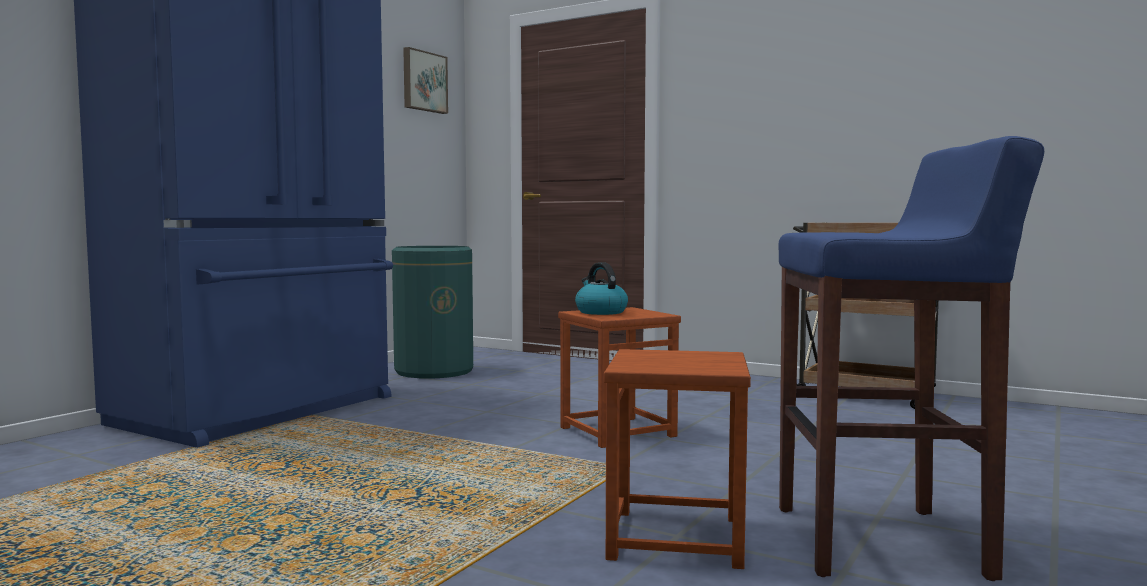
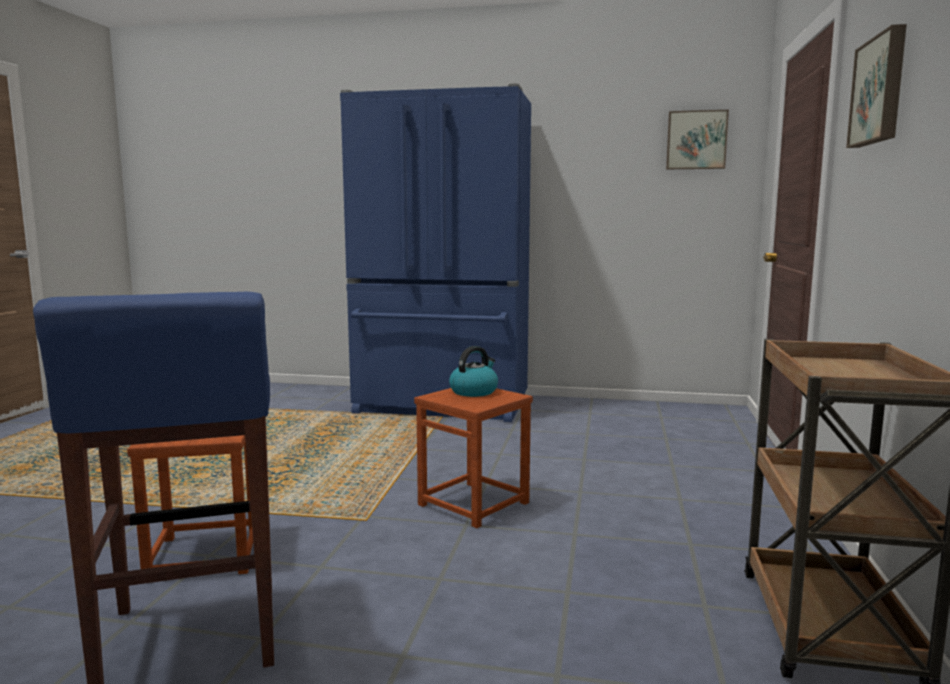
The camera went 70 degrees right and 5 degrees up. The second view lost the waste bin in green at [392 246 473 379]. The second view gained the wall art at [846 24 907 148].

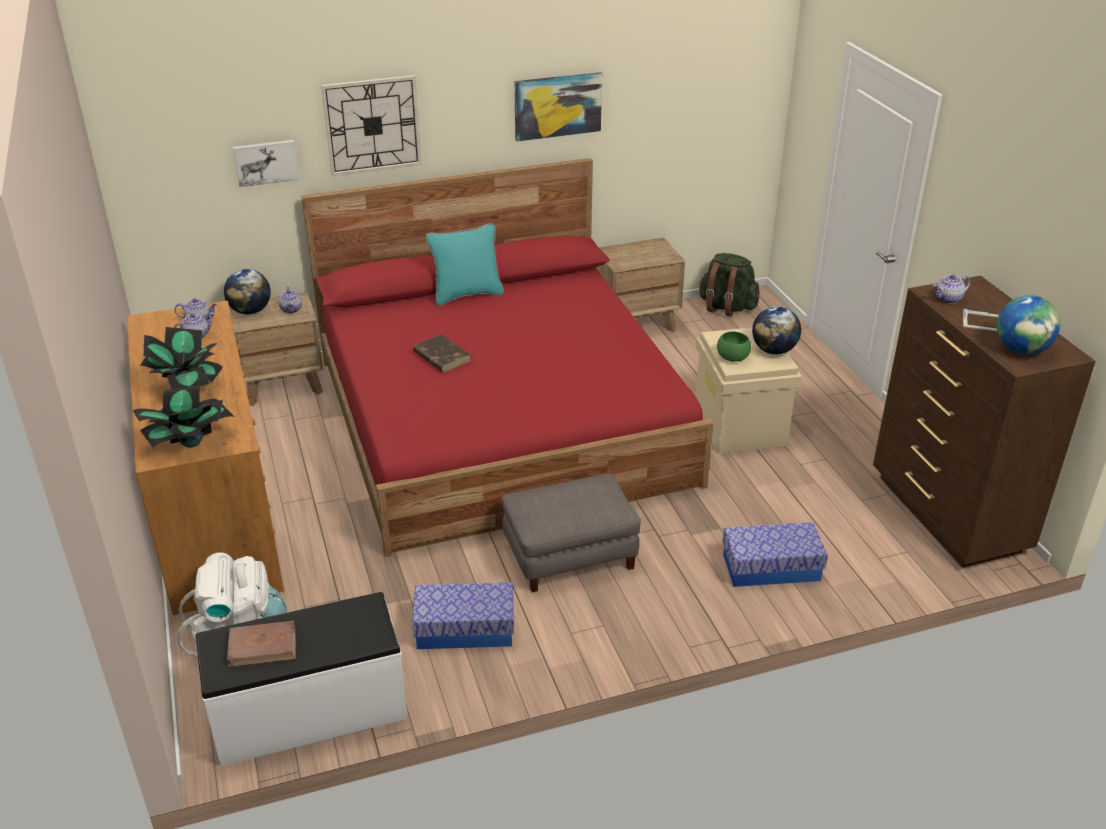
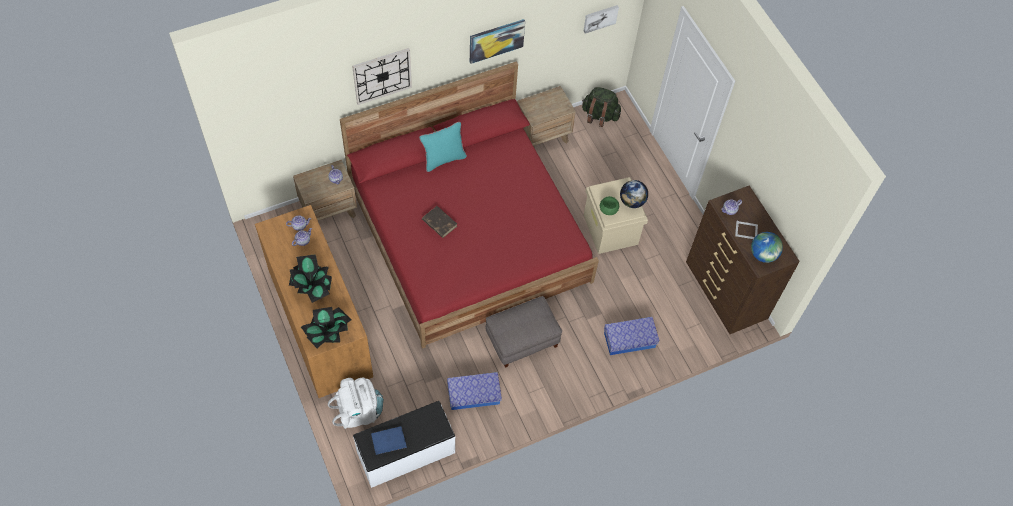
The camera went 10 degrees left and 25 degrees up. The second view lost the desk globe at [224 269 271 314]. The wall art ended up elsewhere, having gone from [233 140 299 187] to [583 5 619 34]. What was the bound book in brown-coloured at [227 621 296 667] turned into the bound book in bluish at [371 426 407 455].

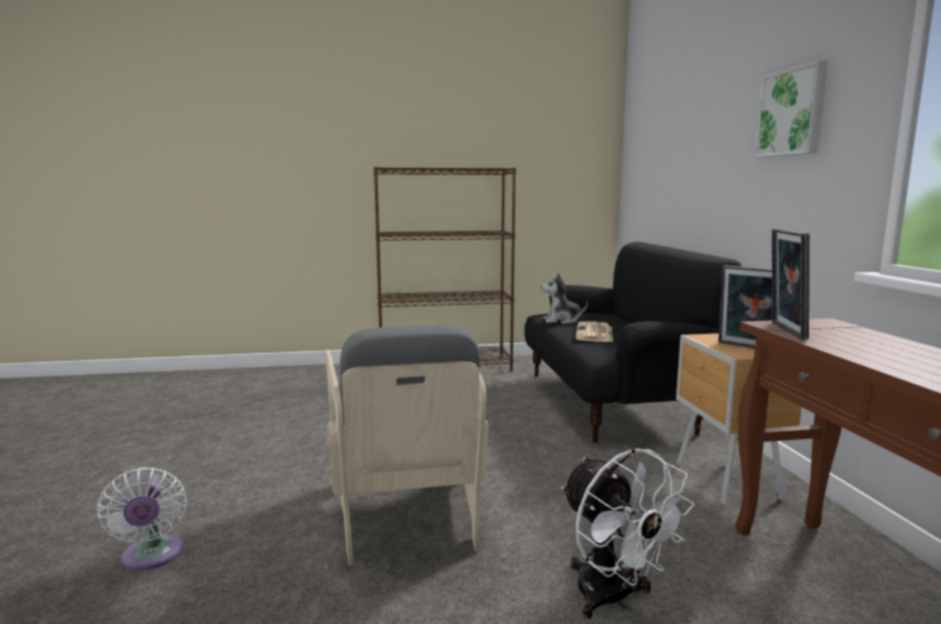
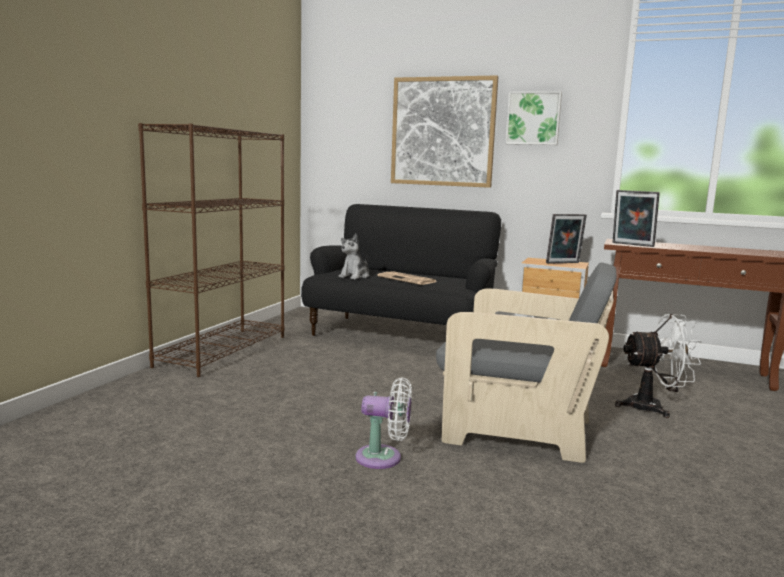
The camera went 60 degrees left and 0 degrees up. The second view gained the wall art at [391 75 499 188]. The fan in white-coloured ended up elsewhere, having gone from [96 467 187 571] to [356 377 412 469].

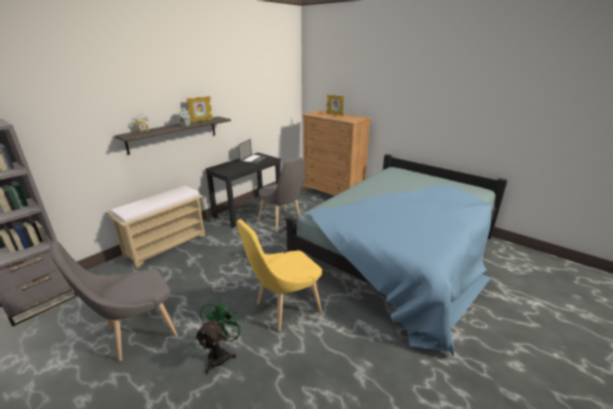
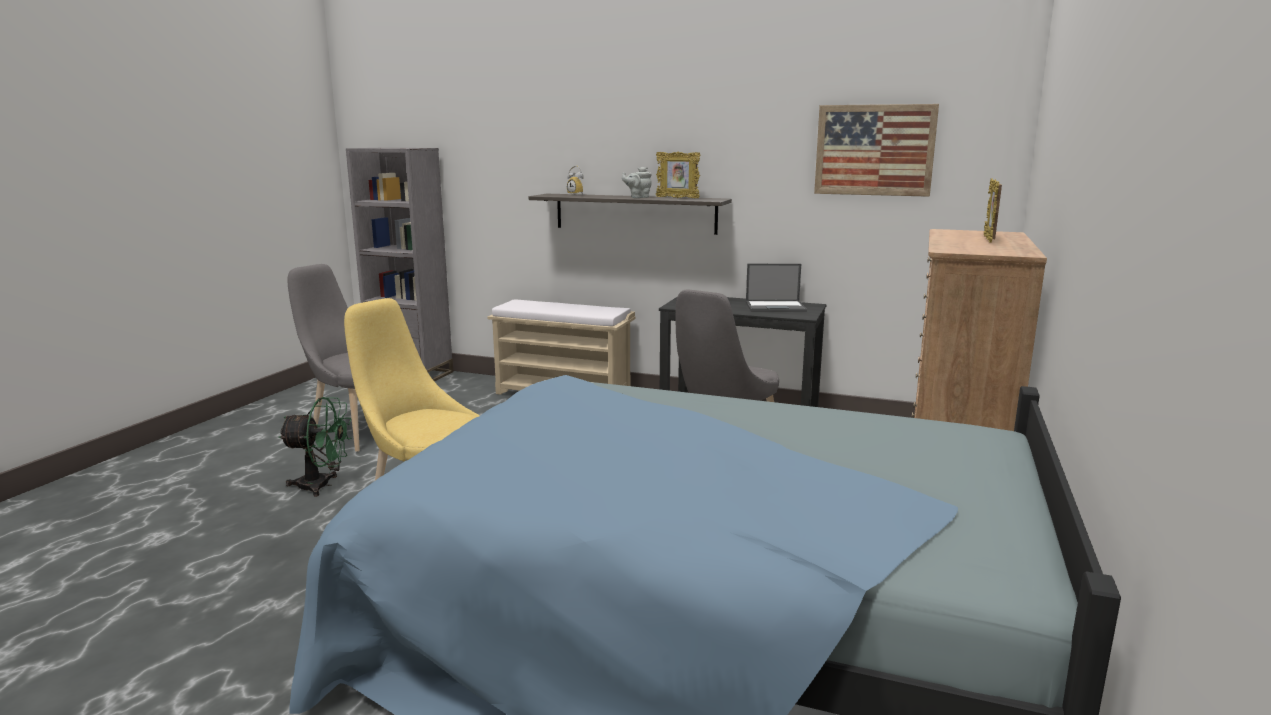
The camera went 70 degrees right and 10 degrees down. The second view gained the wall art at [814 104 939 197].

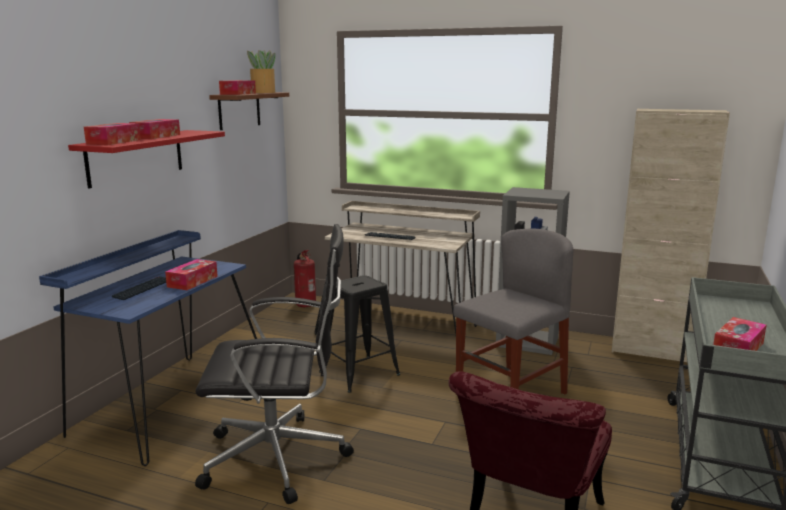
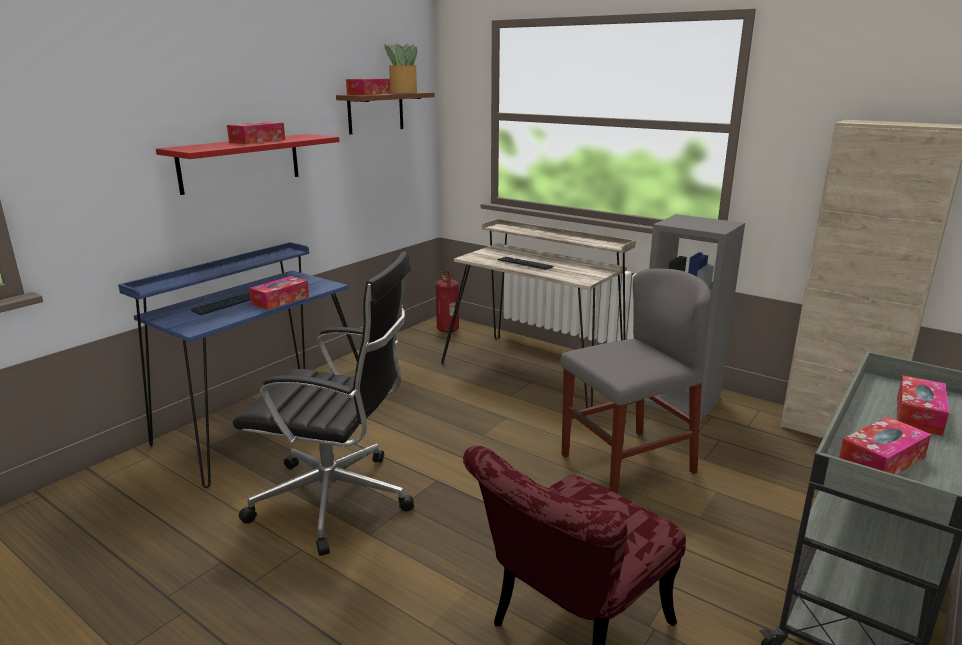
The camera went 15 degrees right and 5 degrees up. The second view lost the stool in black-coloured at [319 275 400 393]. The box of tissues ended up elsewhere, having gone from [84 123 141 145] to [897 375 949 436].

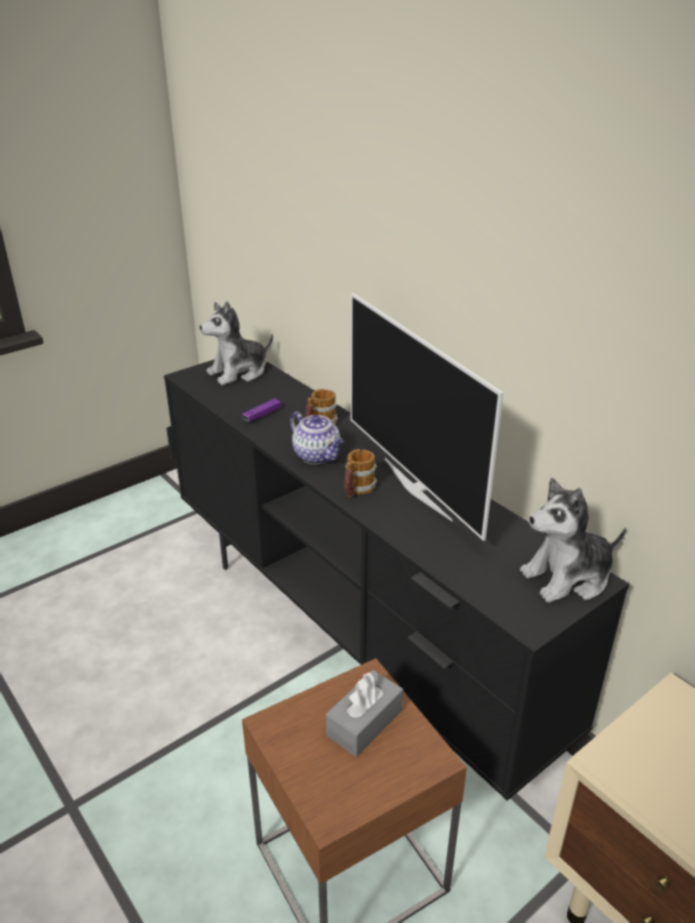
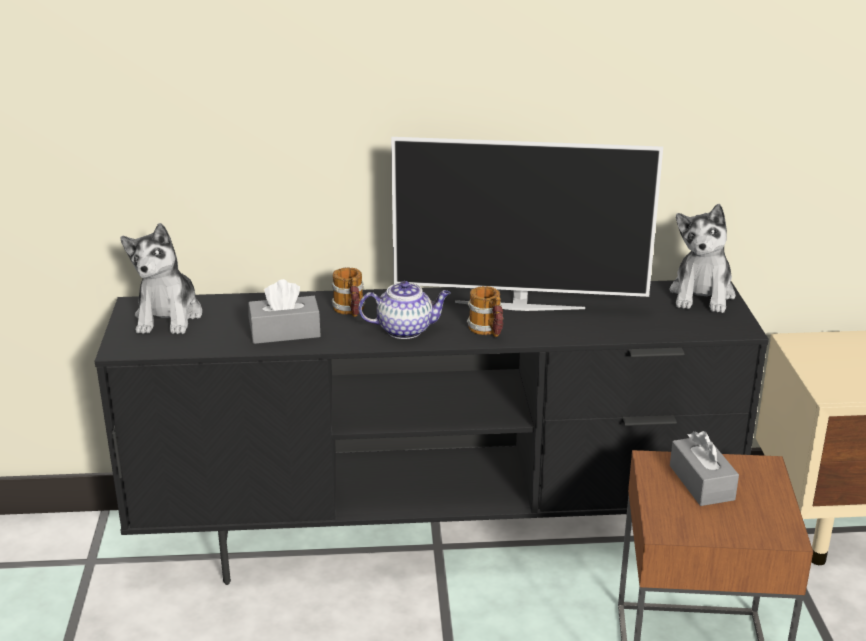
The camera went 55 degrees left and 5 degrees down. Where the joypad in purple-coloured stood at [242 398 281 422], the box of tissues in gray came to stand at [248 279 321 344].

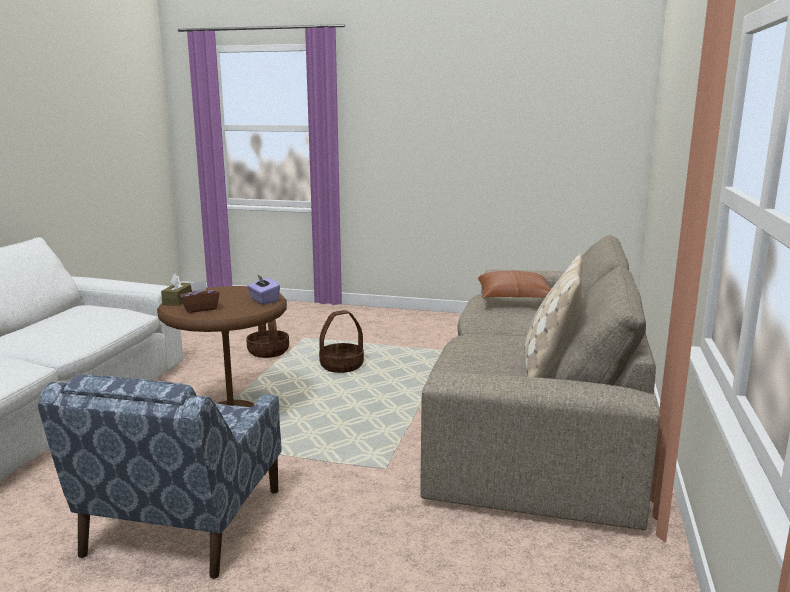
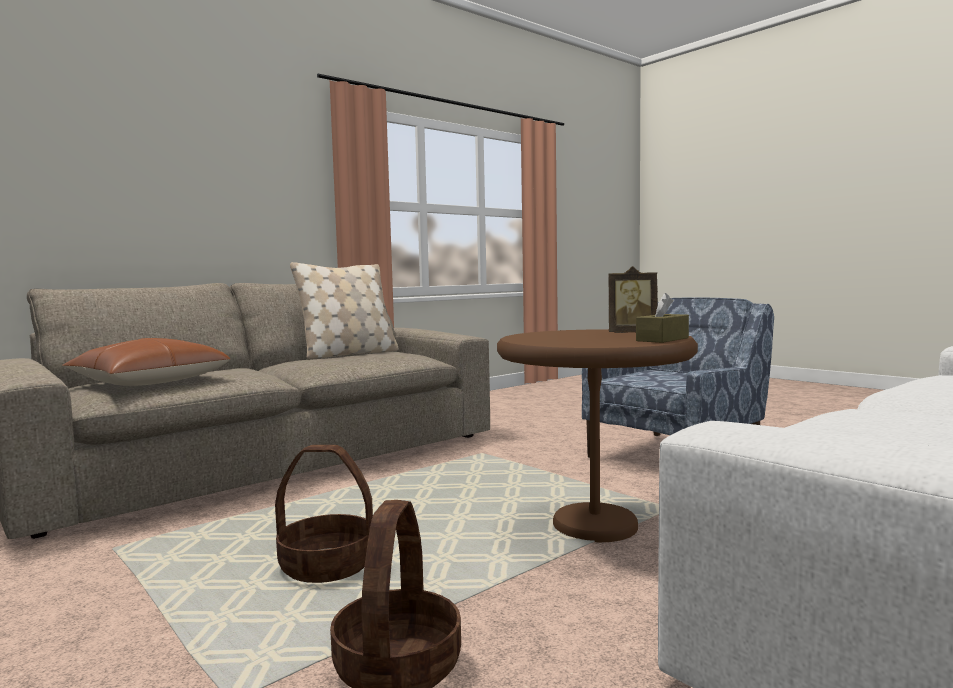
The camera went 145 degrees left and 10 degrees down. The second view lost the box of tissues in purple-coloured at [247 274 280 304]. Where the box of tissues in brown-coloured stood at [180 281 220 313], the photo frame came to stand at [608 266 658 333].

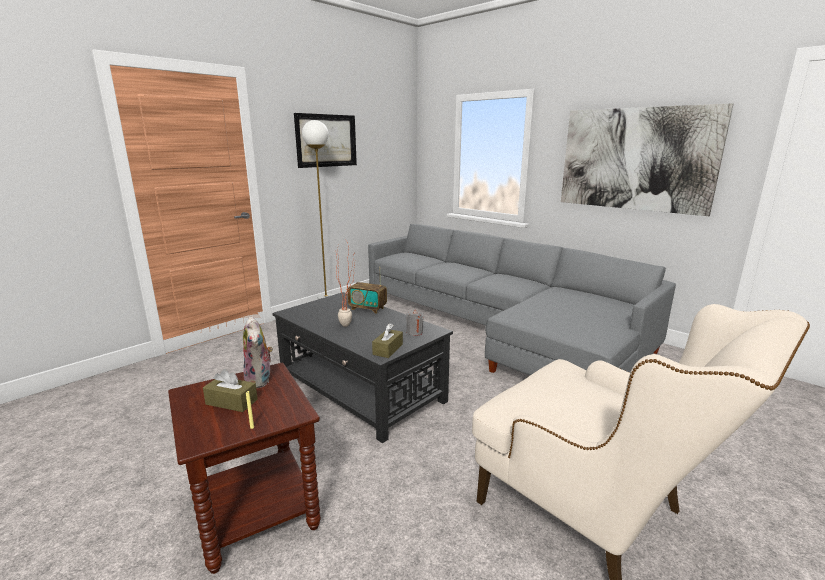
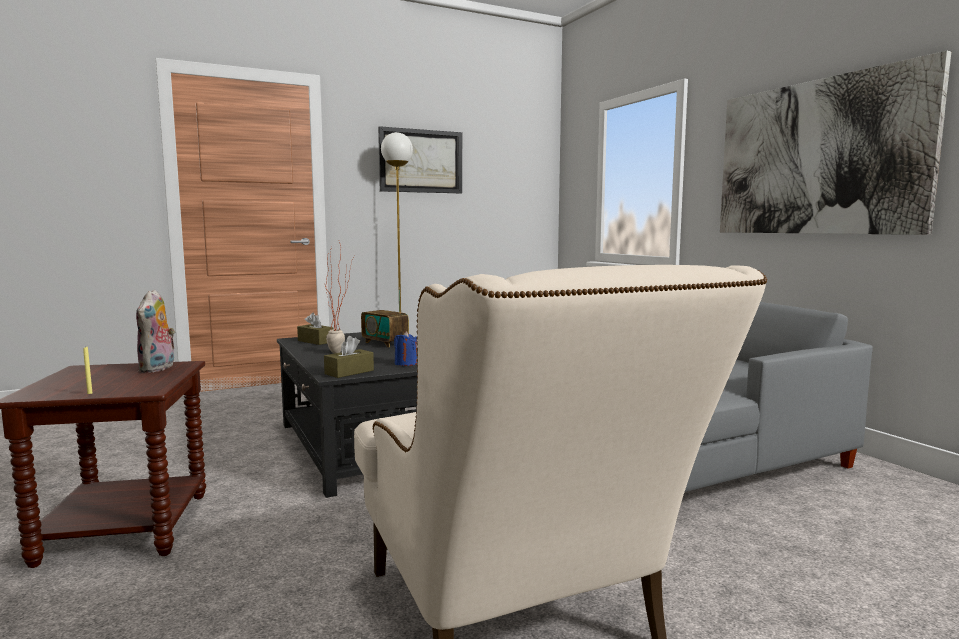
The camera went 20 degrees right and 10 degrees down. The box of tissues in brown-coloured ended up elsewhere, having gone from [203 369 258 412] to [297 312 334 345]. What was the wax light in gray at [406 310 424 336] turned into the wax light in bluish at [394 331 417 366].

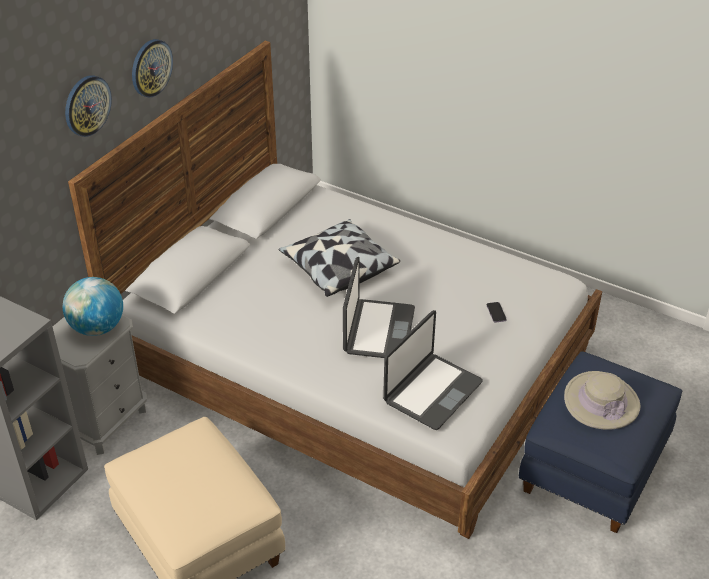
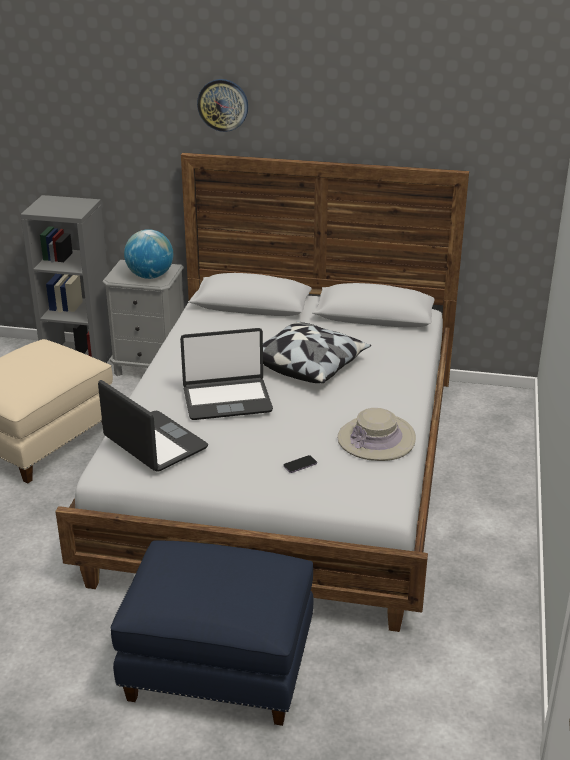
The camera went 70 degrees right and 10 degrees down. The second view lost the wall clock at [132 39 173 98]. The wearable hat in beige ended up elsewhere, having gone from [564 371 641 430] to [337 408 416 461]. The notebook computer at [383 310 483 430] ended up facing another way, 150 degrees counterclockwise from before.

